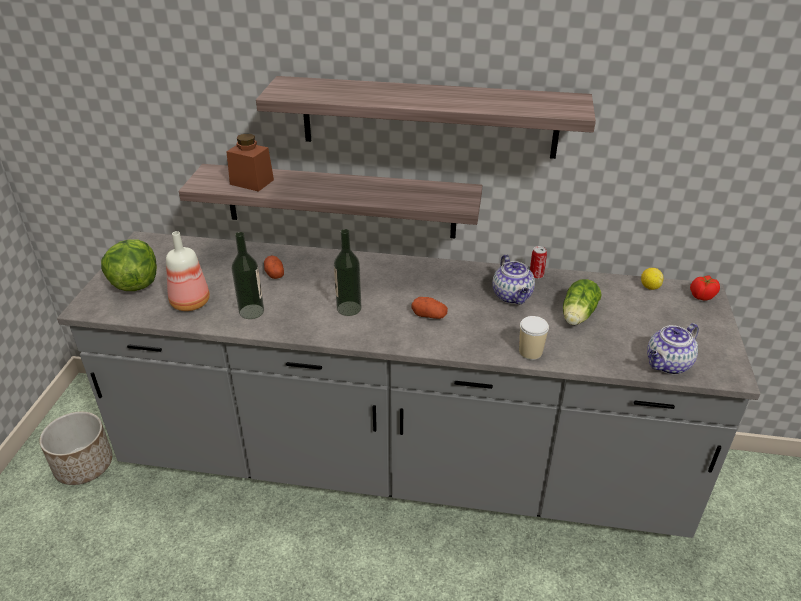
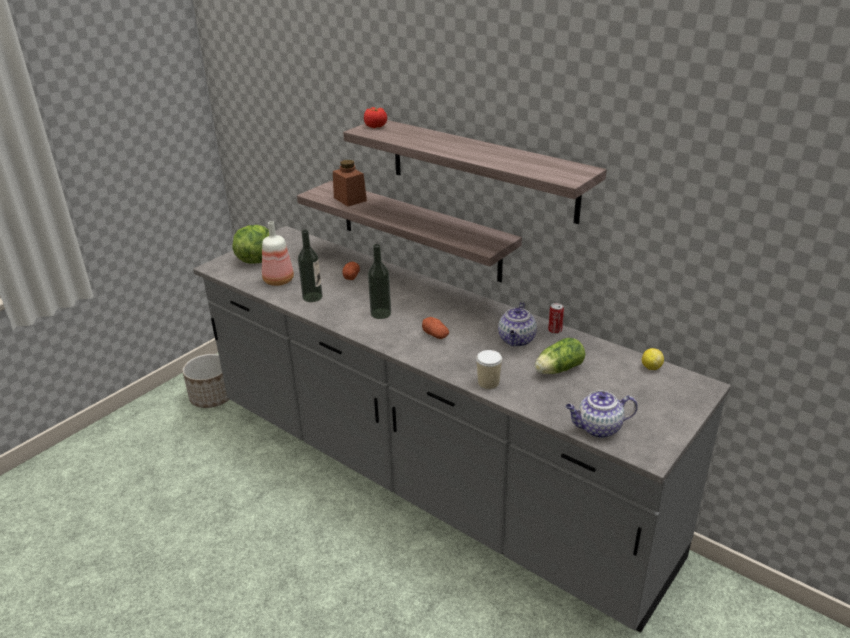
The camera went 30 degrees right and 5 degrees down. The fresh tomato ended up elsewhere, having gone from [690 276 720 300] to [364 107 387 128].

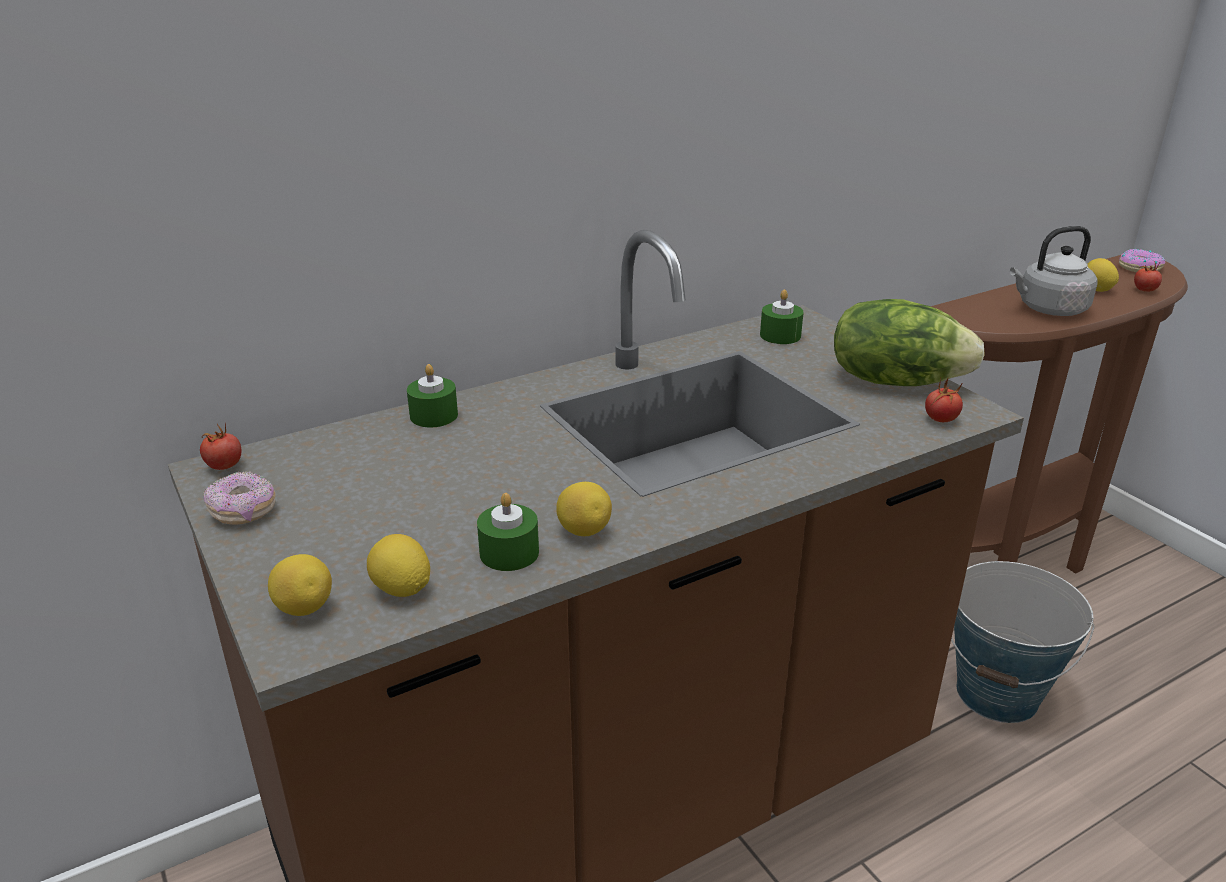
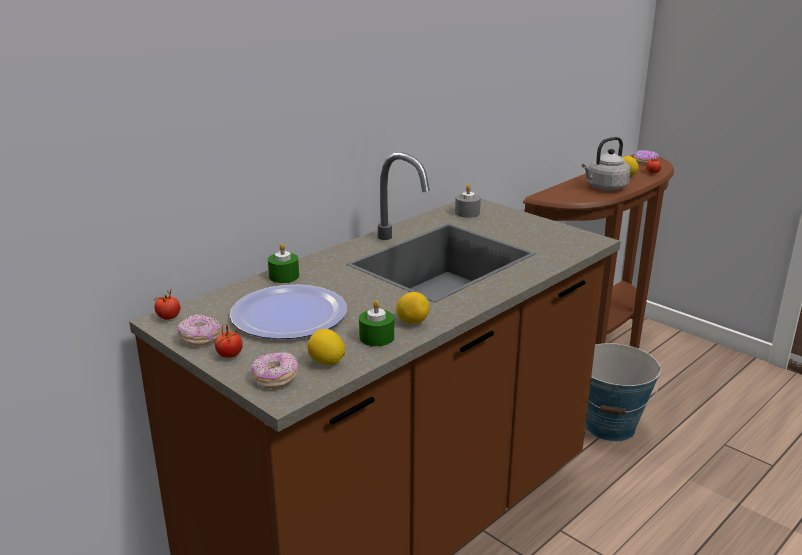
The camera went 15 degrees left and 5 degrees down. The second view lost the lettuce head at [834 299 985 386]. The second view gained the plate at [230 284 347 339]. The fresh tomato ended up elsewhere, having gone from [925 377 963 422] to [215 324 243 358]. Where the whole lemon stood at [268 554 332 616], the donut came to stand at [251 352 298 389]. What was the wax light in green at [760 289 804 344] turned into the wax light in gray at [455 184 481 218].

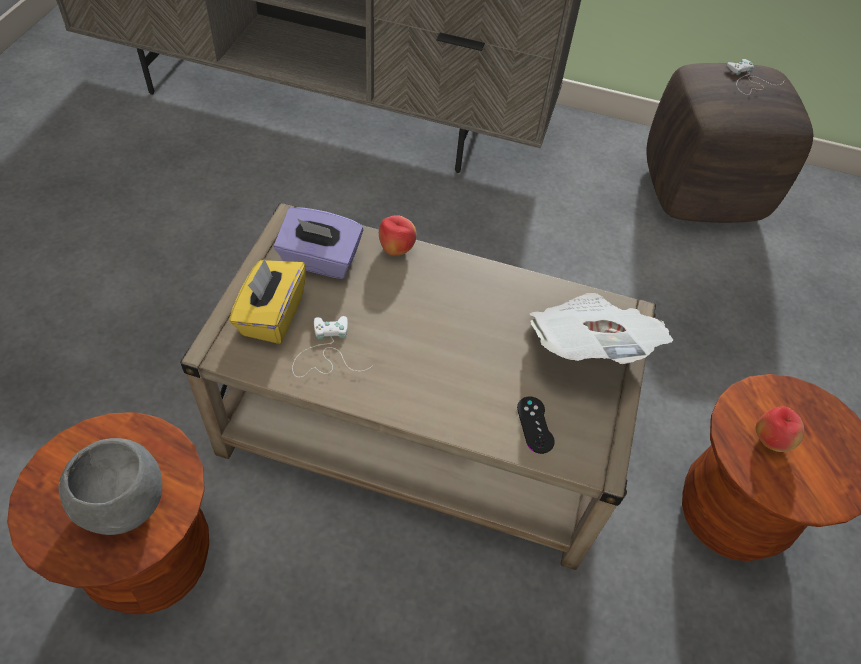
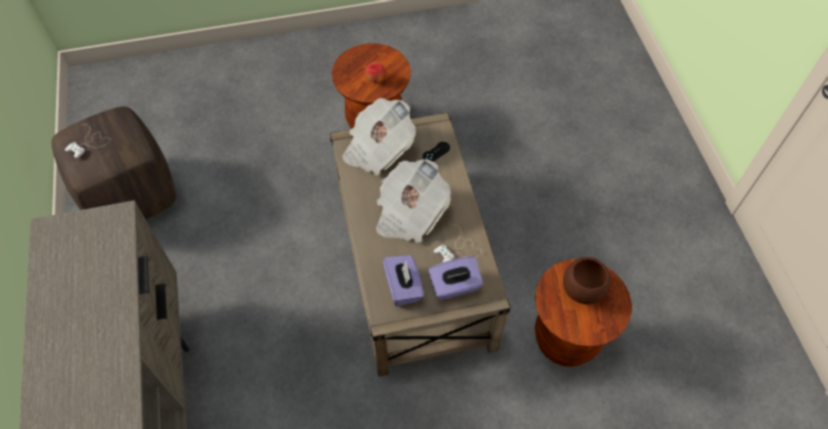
The camera went 115 degrees left and 5 degrees up. The second view lost the apple at [379 215 416 255]. The second view gained the daily paper at [376 159 451 243]. What was the bowl in gray at [58 438 162 535] turned into the bowl in brown-coloured at [563 257 611 305]. What was the box of tissues in yellowish at [229 259 306 344] turned into the box of tissues in purple-coloured at [428 256 483 300].

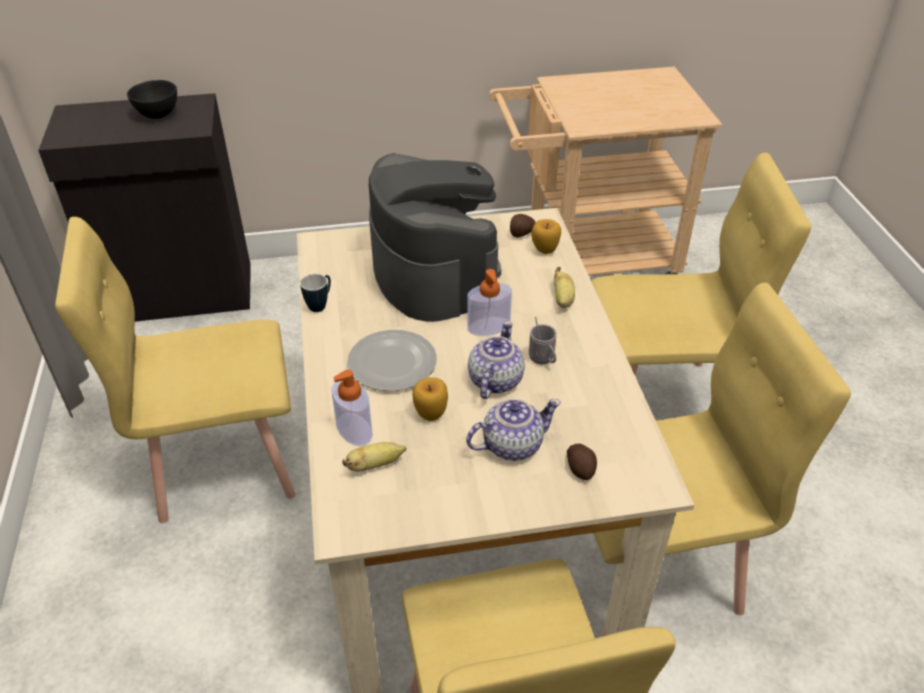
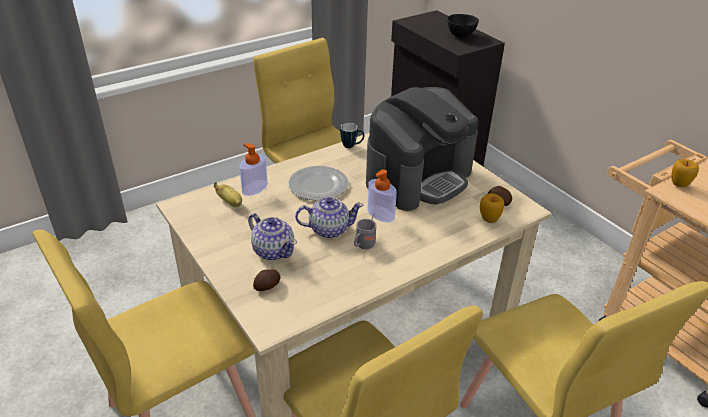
The camera went 65 degrees right and 5 degrees down. The second view lost the banana fruit at [554 267 575 308]. The apple ended up elsewhere, having gone from [412 377 448 421] to [671 159 699 187].

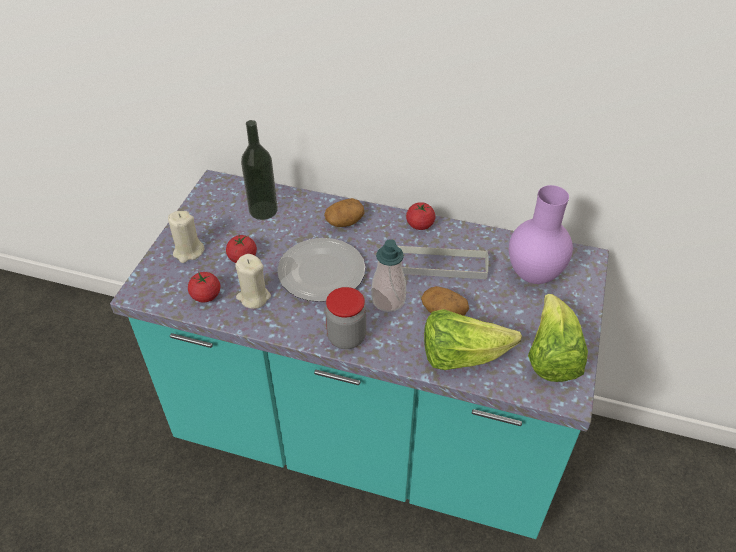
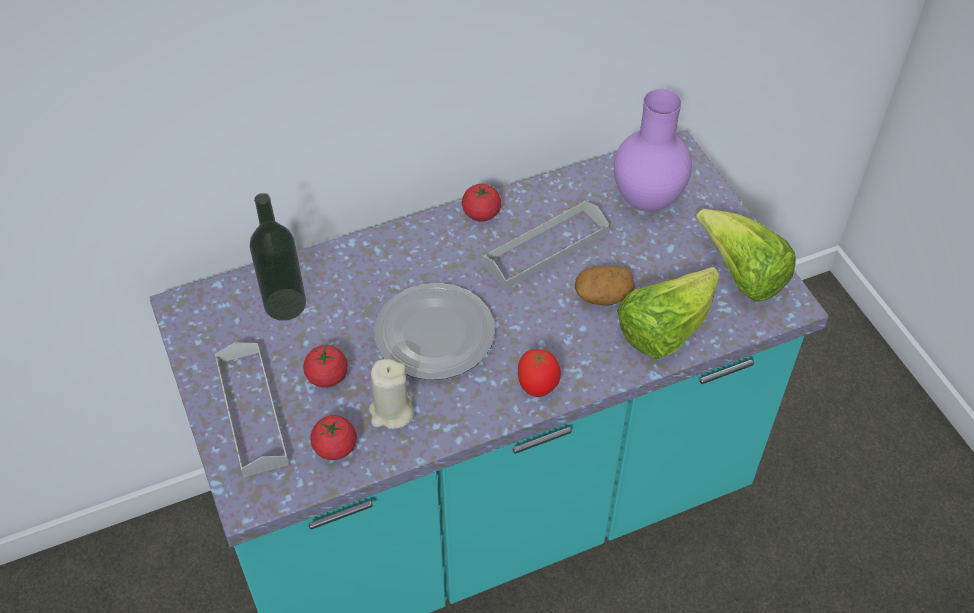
The camera went 40 degrees left and 5 degrees up. The second view lost the potato at [324 198 364 227]. The second view lost the liquid soap bottle at [371 239 406 312]. Where the wax light in beige stood at [168 211 205 263], the serving tray in gray came to stand at [215 342 289 477]. Where the jar stood at [325 287 366 349], the fresh tomato came to stand at [518 349 561 397].

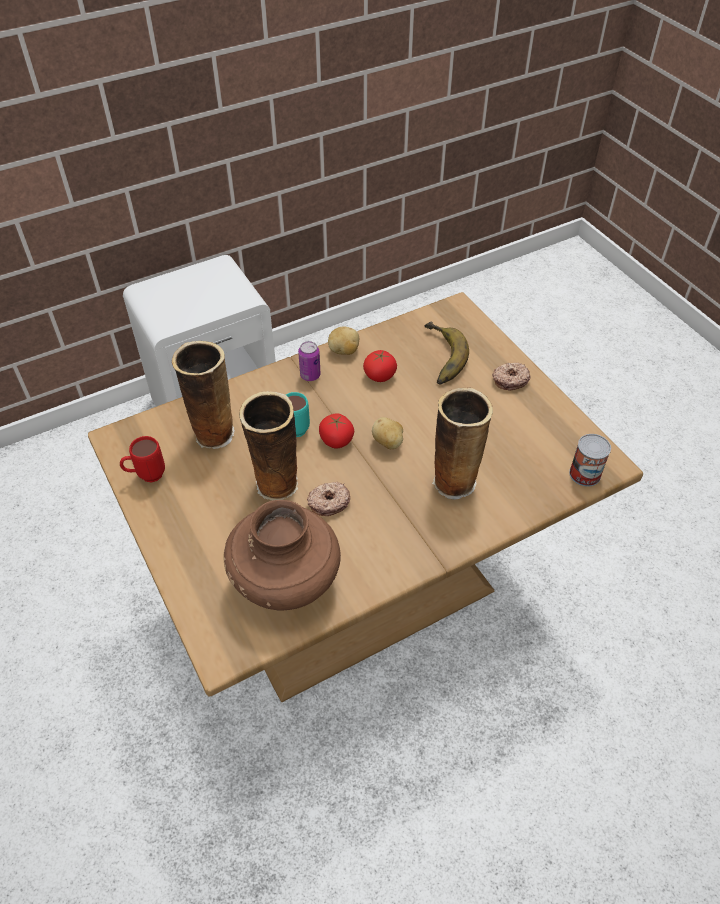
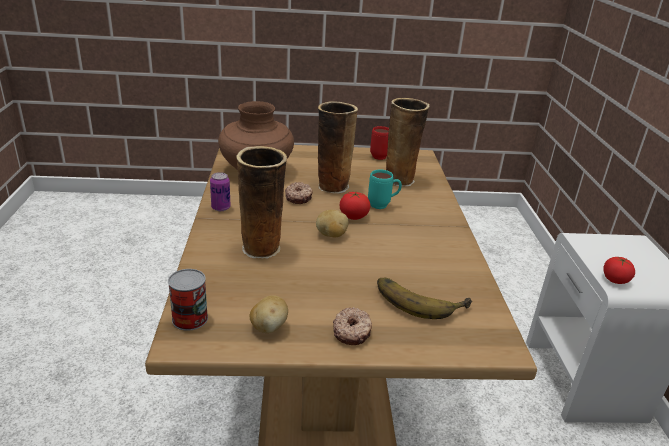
The camera went 115 degrees right and 20 degrees down. The metal can ended up elsewhere, having gone from [298 341 321 381] to [210 172 230 211]. The potato ended up elsewhere, having gone from [328 327 359 355] to [250 295 288 333]. The fresh tomato ended up elsewhere, having gone from [363 350 397 382] to [603 257 635 284].

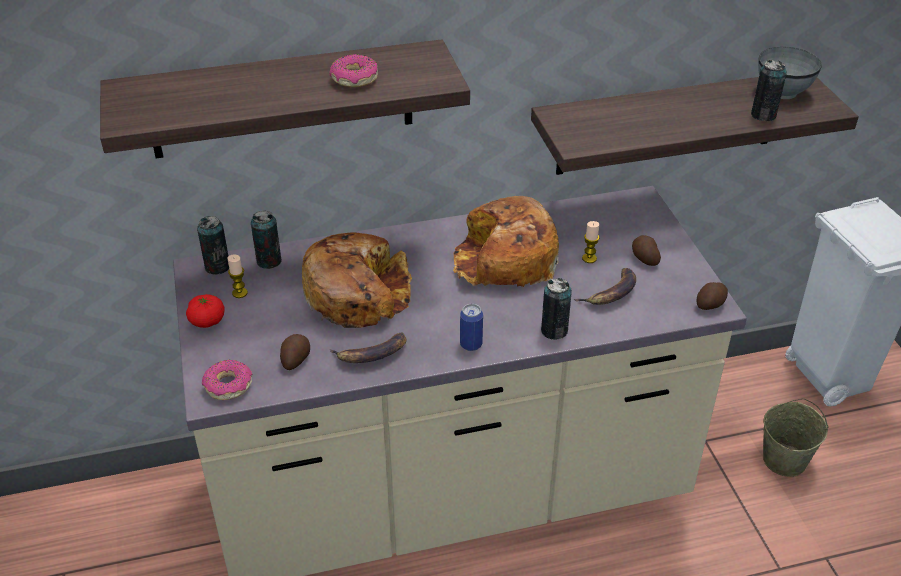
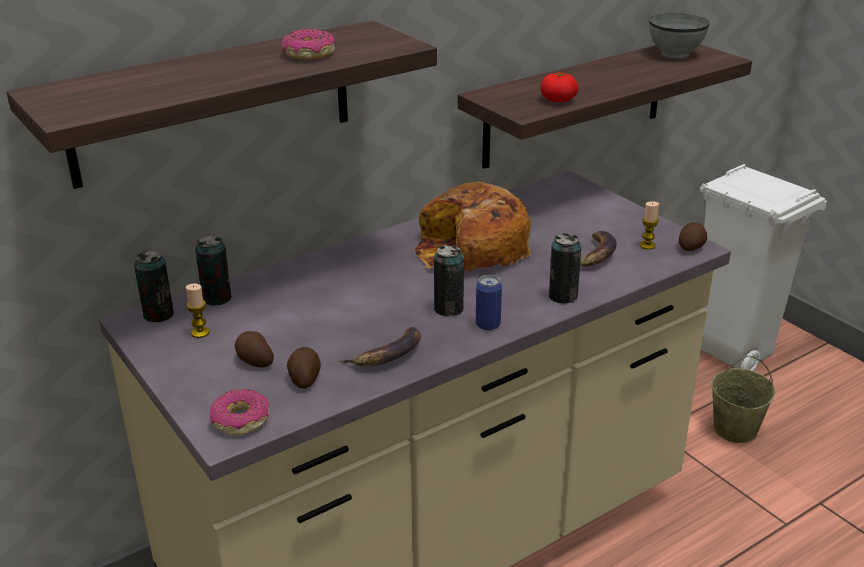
The camera went 20 degrees left and 10 degrees down. The second view lost the bakery bread at [302 232 412 328]. The fresh tomato ended up elsewhere, having gone from [186 294 225 328] to [541 72 578 102]. The wax light ended up elsewhere, having gone from [582 221 600 263] to [640 201 659 250]. The potato ended up elsewhere, having gone from [632 235 661 266] to [235 331 274 367]. The metal can ended up elsewhere, having gone from [751 60 787 121] to [434 245 464 316].

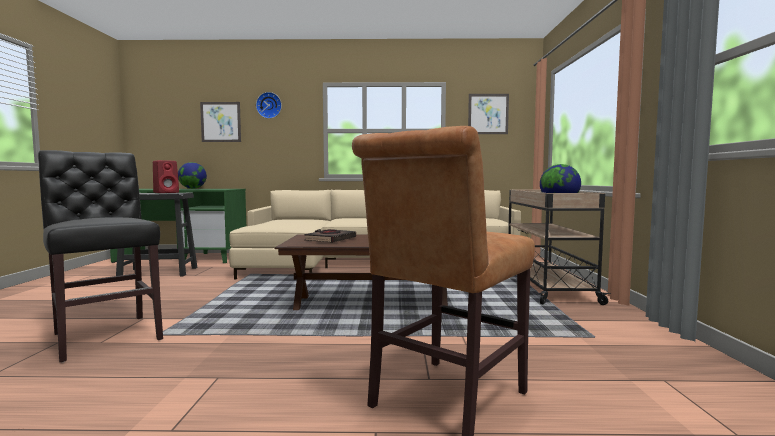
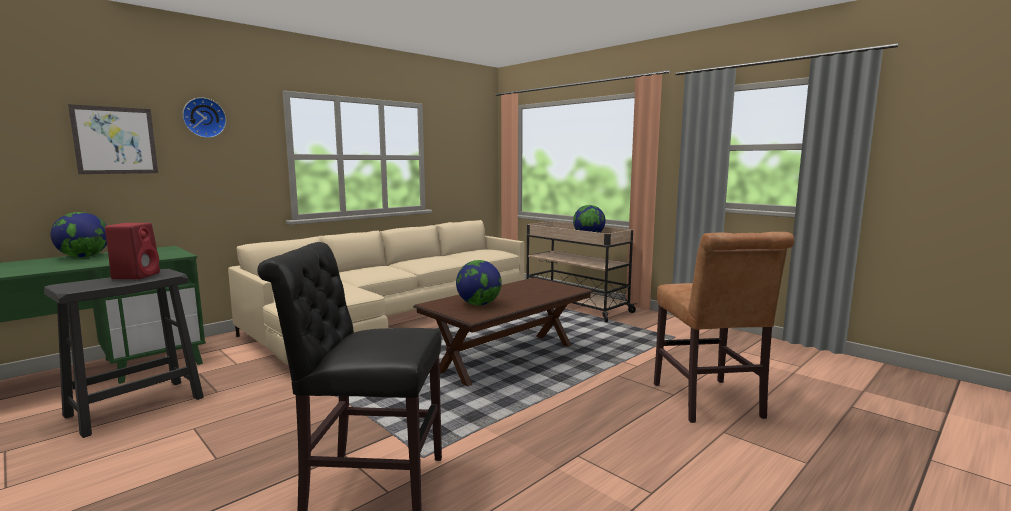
The camera went 45 degrees left and 5 degrees up. The second view lost the wall art at [468 94 509 134]. Where the bound book in black-coloured stood at [304 229 356 243], the desk globe came to stand at [456 260 502 306].

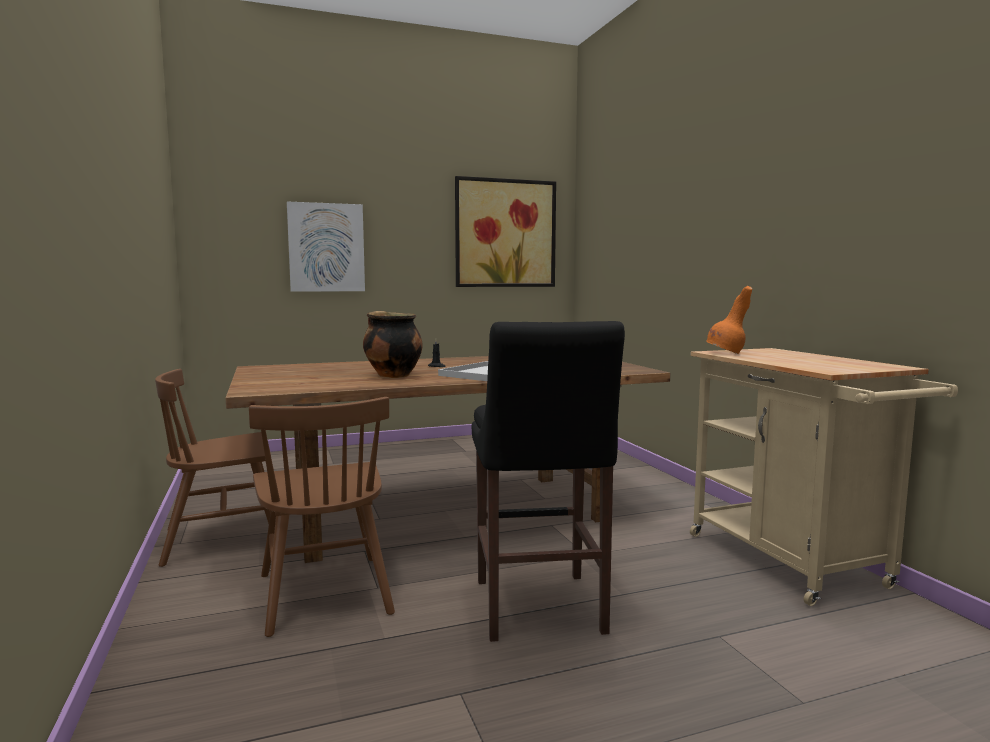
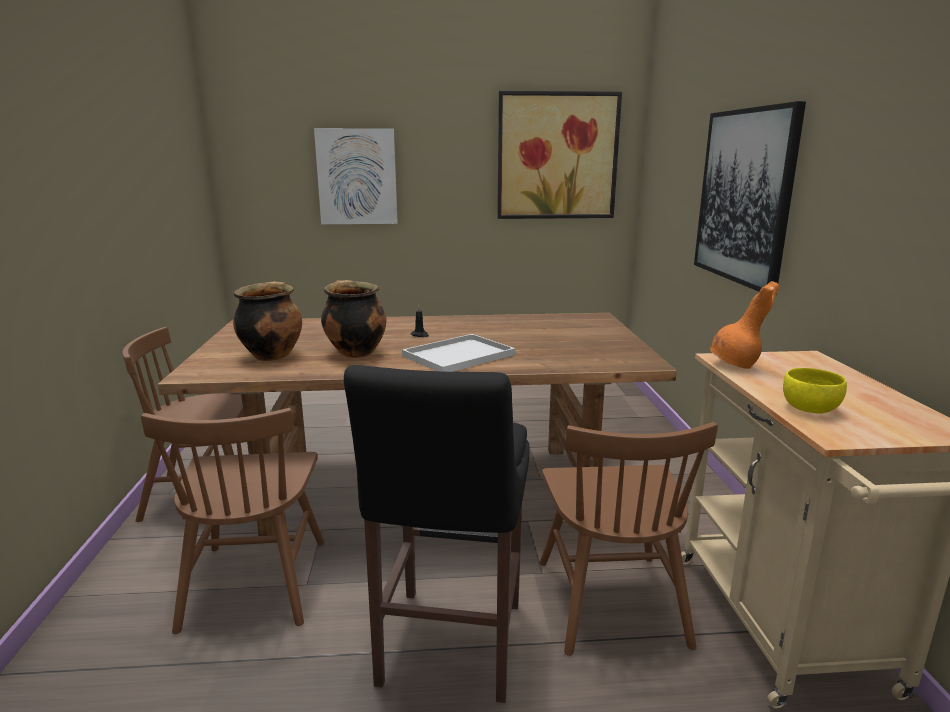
The camera went 15 degrees right and 10 degrees up. The second view gained the saucepot at [233 281 302 361]. The second view gained the upright chair in brown-coloured at [540 422 718 656]. The second view gained the wall art at [694 101 806 295]. The second view gained the bowl in yellowish at [783 368 847 414].

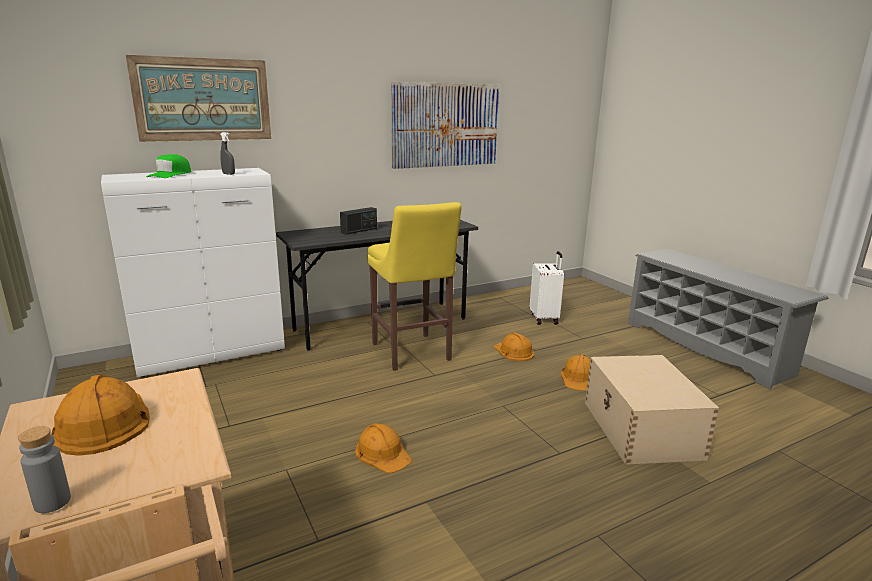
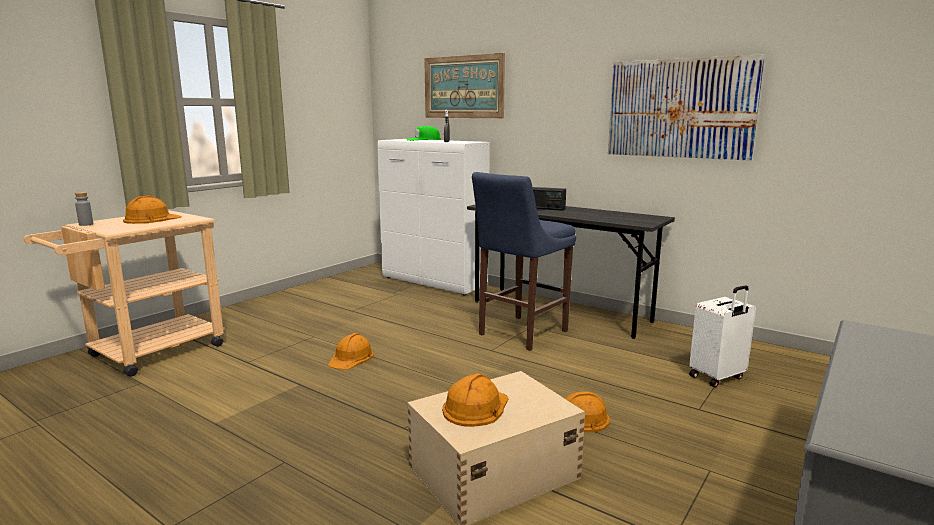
The camera went 65 degrees right and 5 degrees down. The work helmet in orange-coloured ended up elsewhere, having gone from [494 333 534 361] to [442 373 509 427]. What was the stool in yellowish at [367 202 462 371] turned into the stool in bluish at [472 172 576 351].

